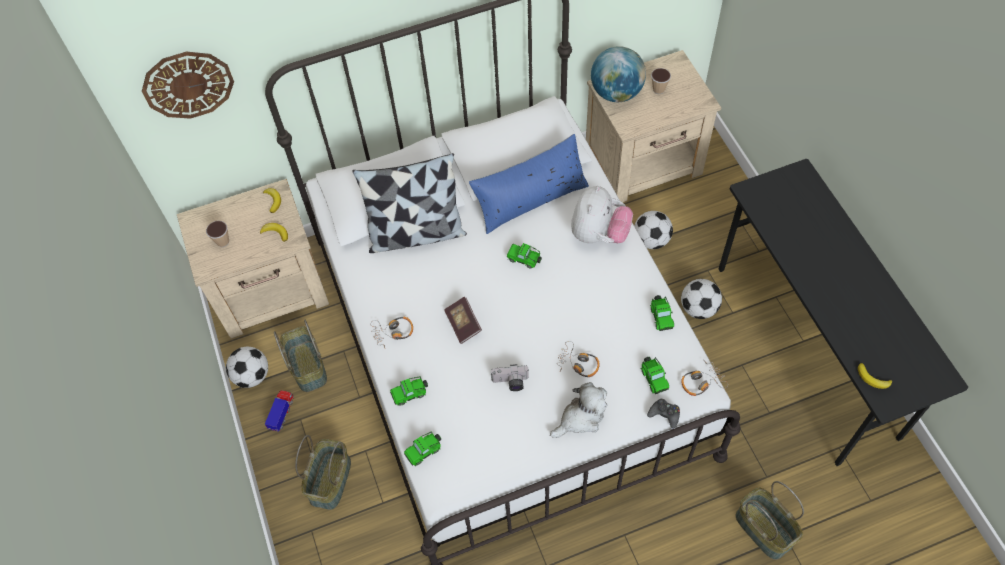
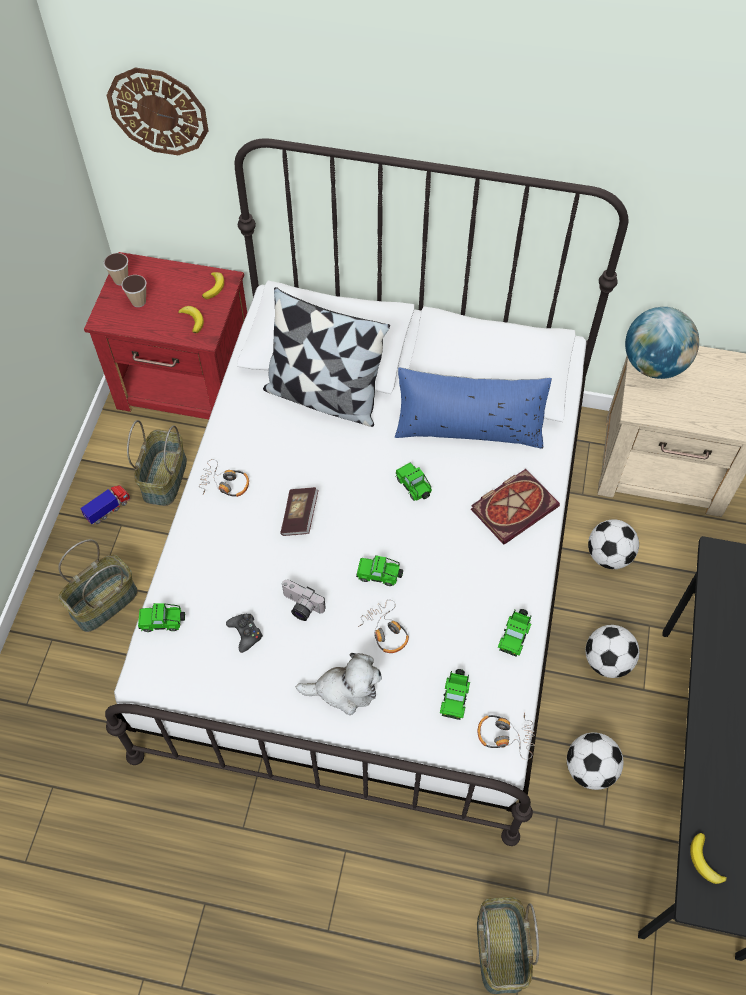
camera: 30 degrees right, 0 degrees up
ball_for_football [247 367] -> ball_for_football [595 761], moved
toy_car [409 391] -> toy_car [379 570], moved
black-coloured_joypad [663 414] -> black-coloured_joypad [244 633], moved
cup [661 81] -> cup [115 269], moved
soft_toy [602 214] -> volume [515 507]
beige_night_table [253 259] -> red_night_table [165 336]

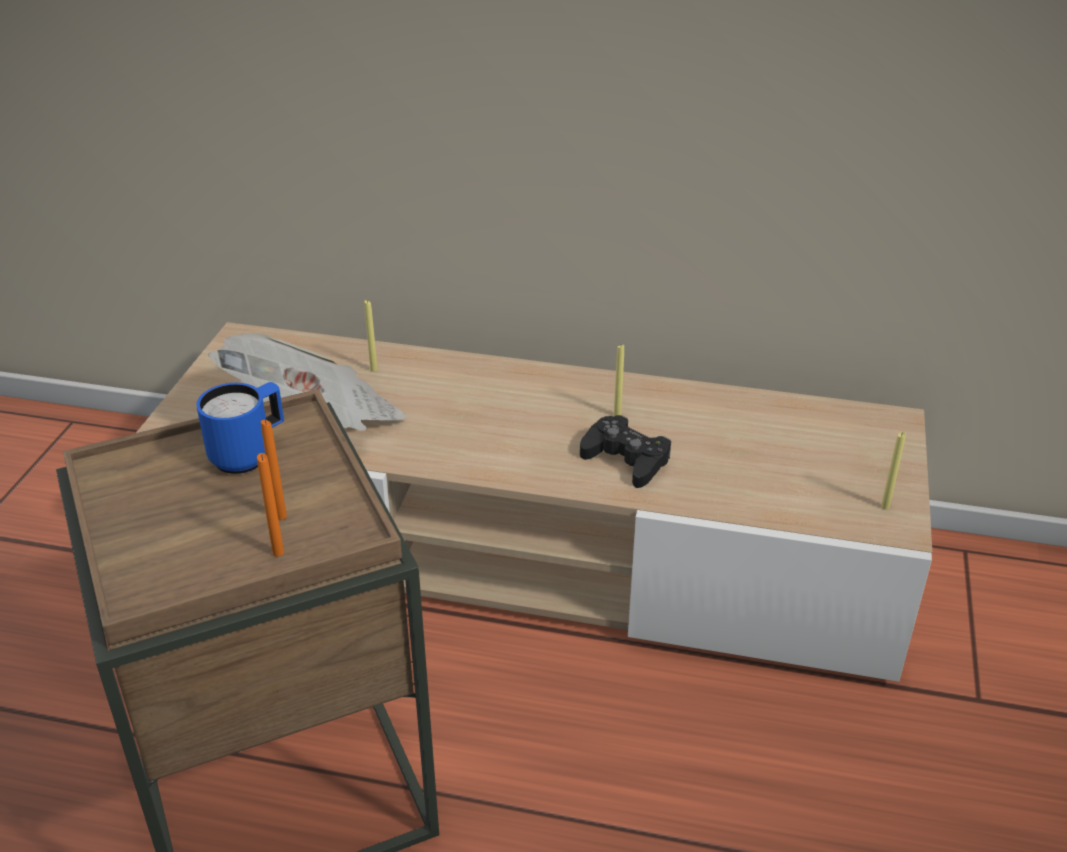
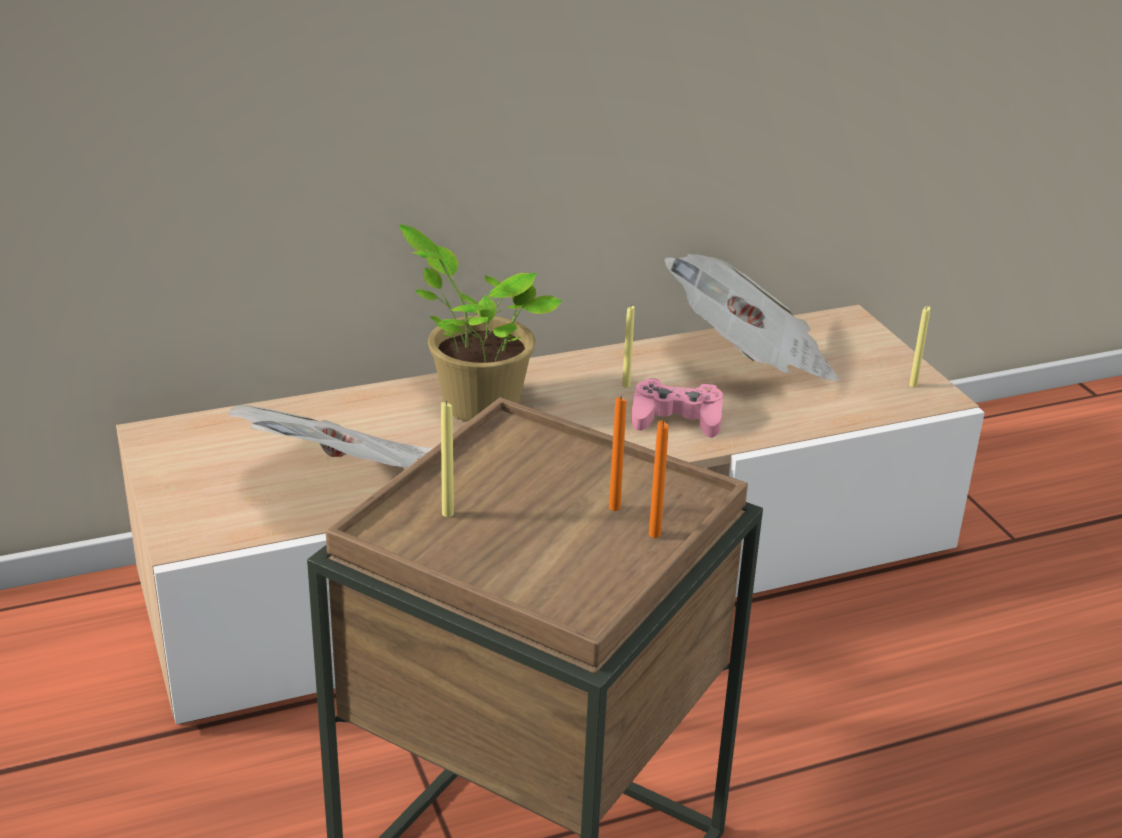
camera: 35 degrees left, 5 degrees down
bluish_tea_mug [240 428] -> none
none -> plant_in_a_pot [481 323]
none -> printed_paper [752 317]
yellow-coloured_candle [371 335] -> yellow-coloured_candle [447 458], moved
black-coloured_joypad [625 451] -> pinkish_joypad [677 408]

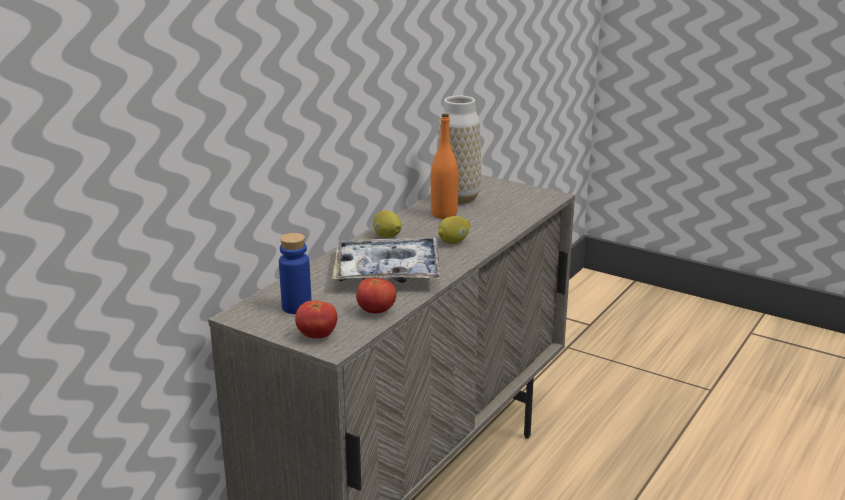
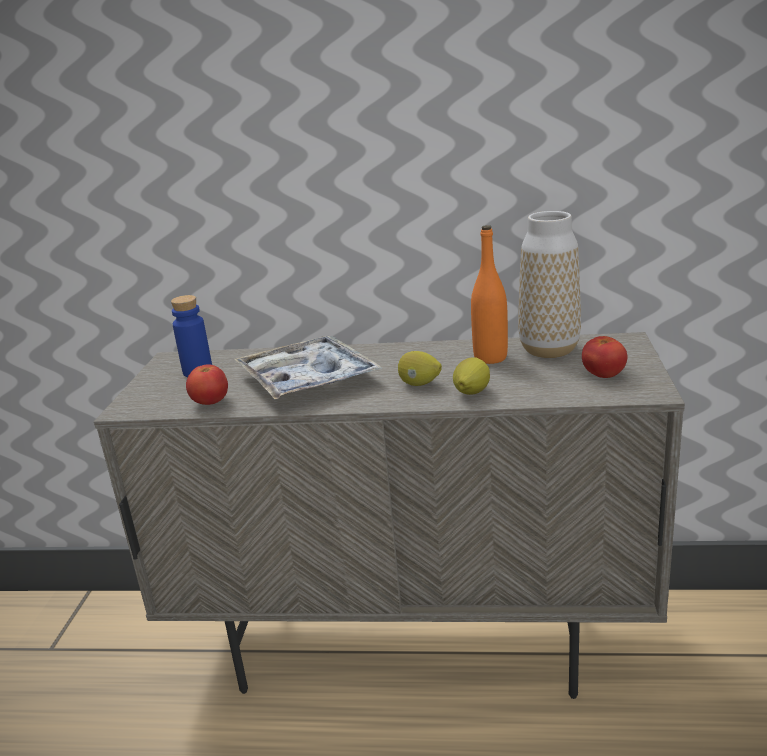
camera: 65 degrees right, 0 degrees up
tomato [316 319] -> tomato [604 357], moved
whole_lemon [387 224] -> whole_lemon [471 376], moved

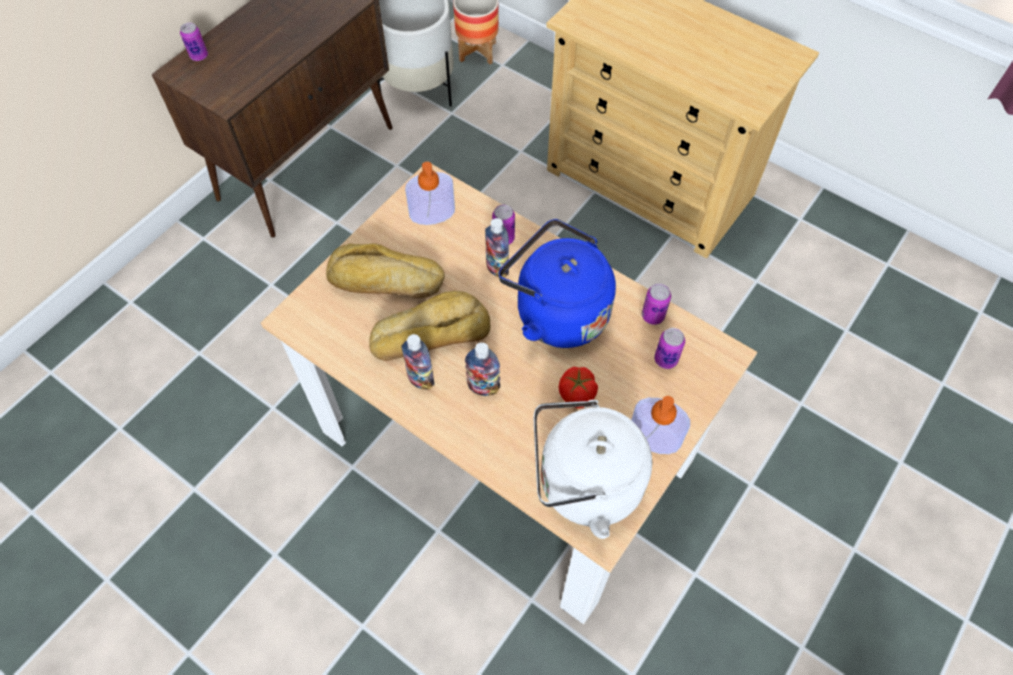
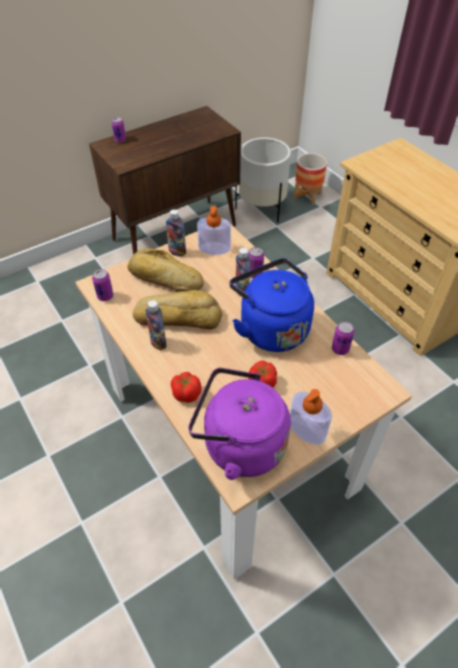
camera: 20 degrees right, 10 degrees down
none -> tomato [186 387]
drink_bottle [482 369] -> drink_bottle [176 233], moved
can [669 348] -> can [103 285], moved
white_kettle [593 469] -> purple-coloured_kettle [239 423]

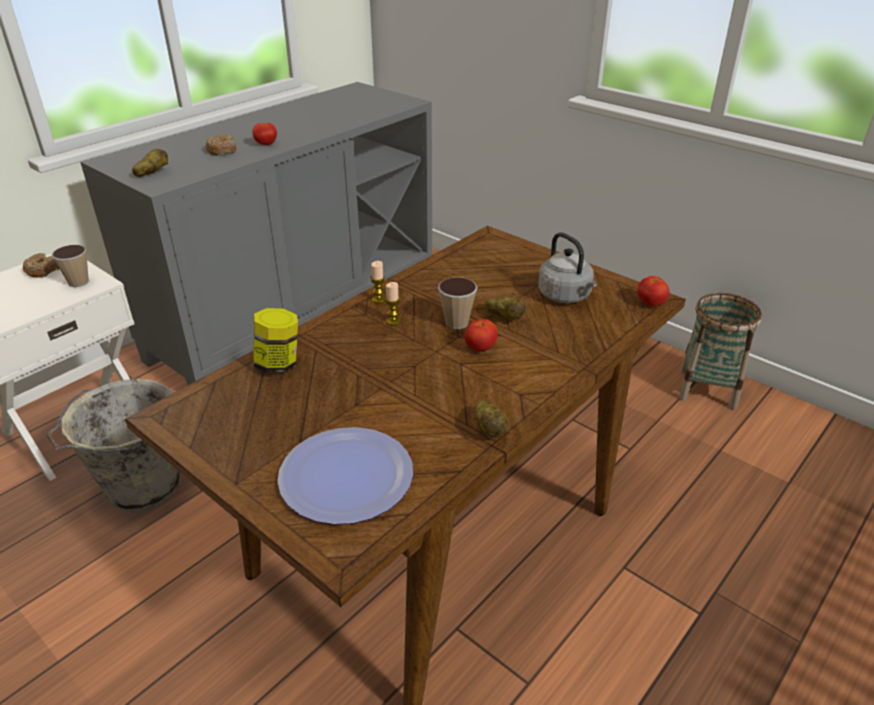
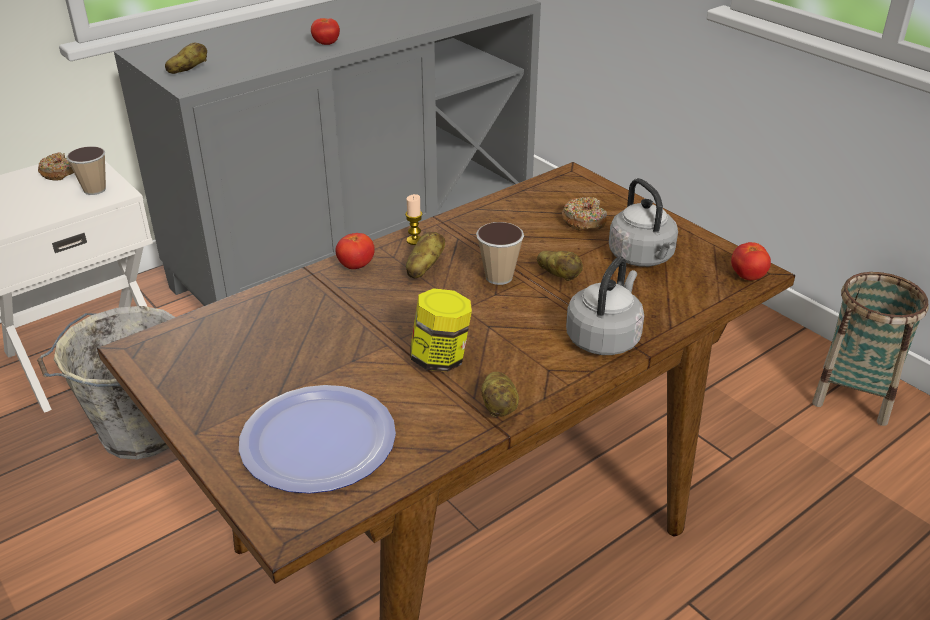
camera: 10 degrees right, 0 degrees up
none -> grey_kettle [605 305]
doughnut [221 145] -> doughnut [584 214], moved
jar [275 340] -> jar [441 330], moved
tomato [481 335] -> tomato [355 251], moved
candle [393 303] -> whole_potato [425 255]

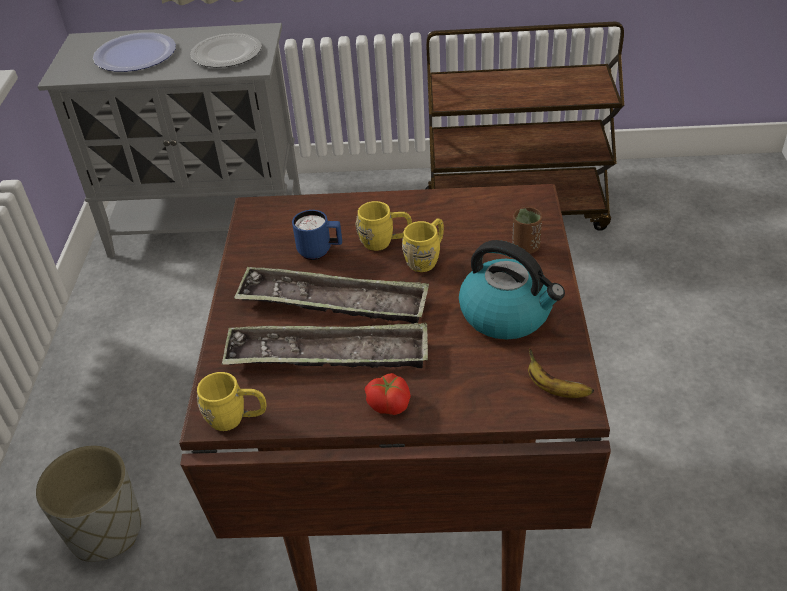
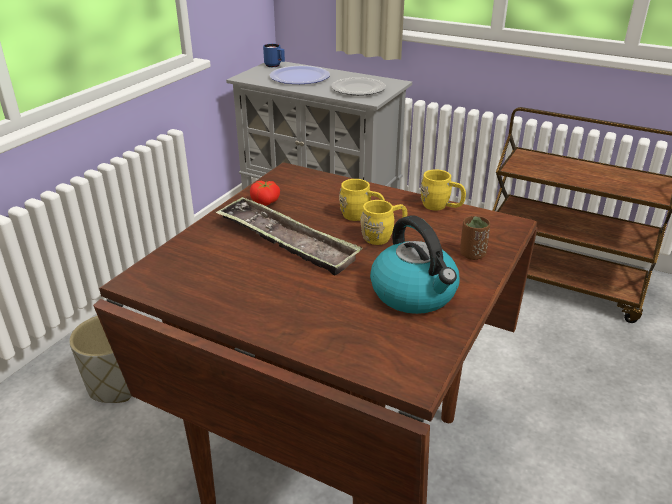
camera: 25 degrees right, 10 degrees down
carrying_tray [325 345] -> none
whole_banana [561 373] -> none
yellow-coloured_tea_mug [232 401] -> yellow-coloured_tea_mug [443 190], moved
bluish_tea_mug [317 235] -> bluish_tea_mug [274 55], moved
tomato [388 394] -> tomato [265 193], moved

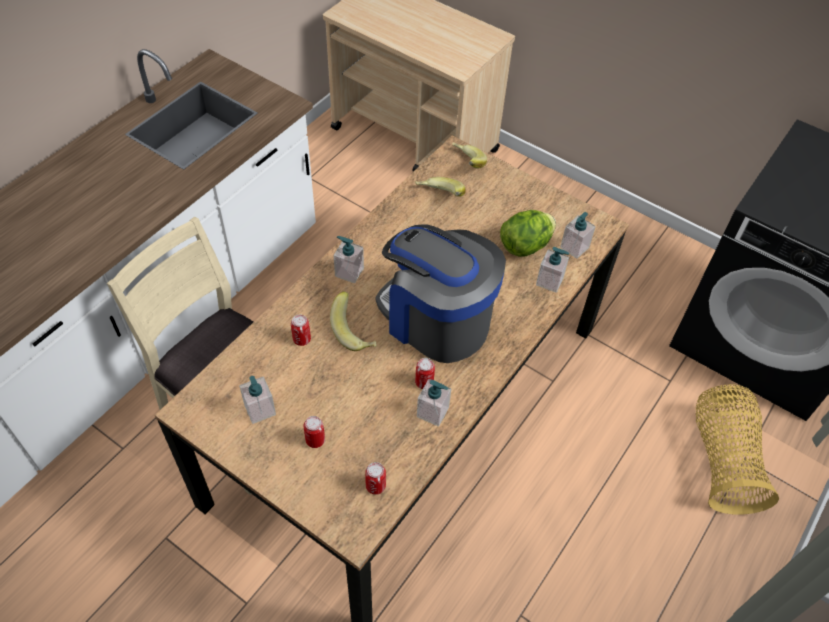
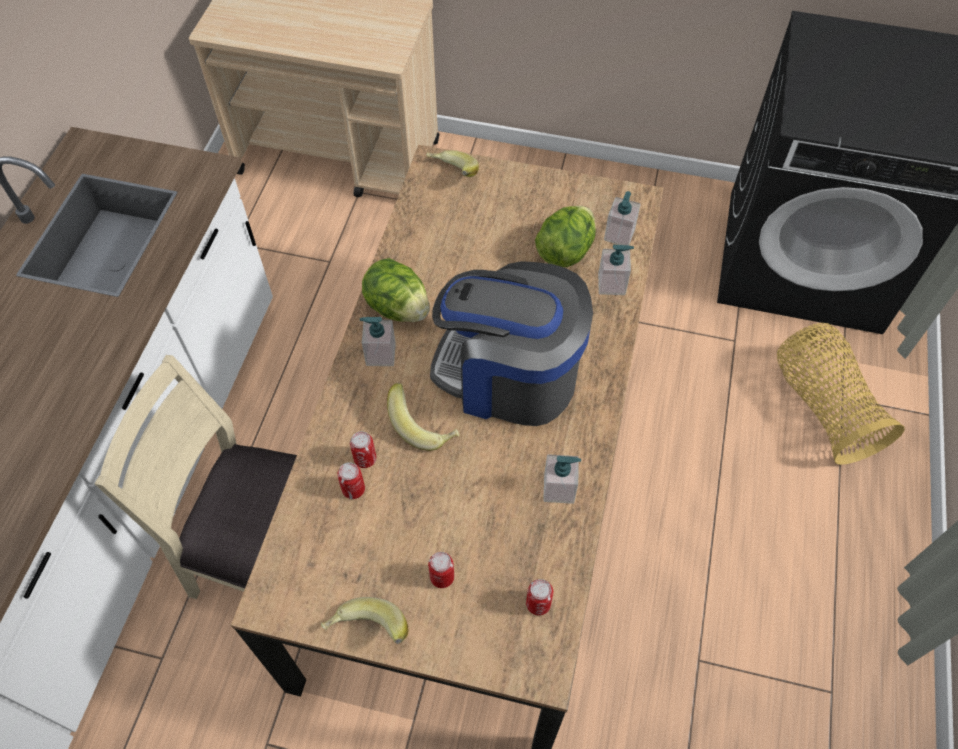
camera: 20 degrees left, 5 degrees up
soap_bottle [257 400] -> none
none -> lettuce_head [396 290]
whole_banana [440 187] -> whole_banana [365 620], moved
can [425 373] -> can [351 480], moved

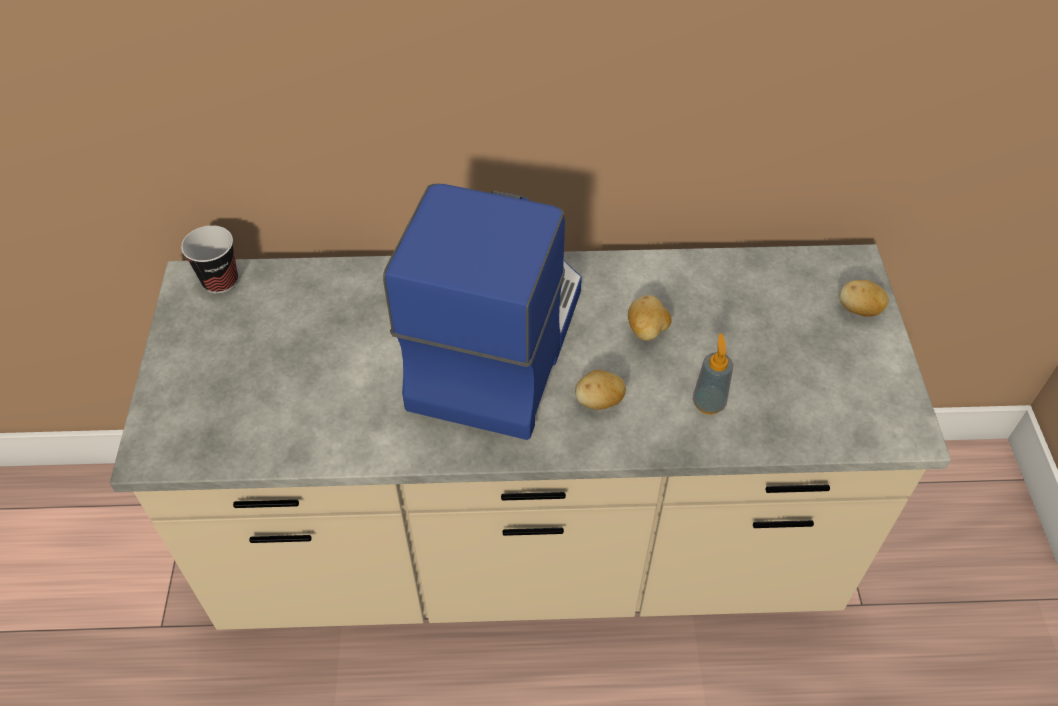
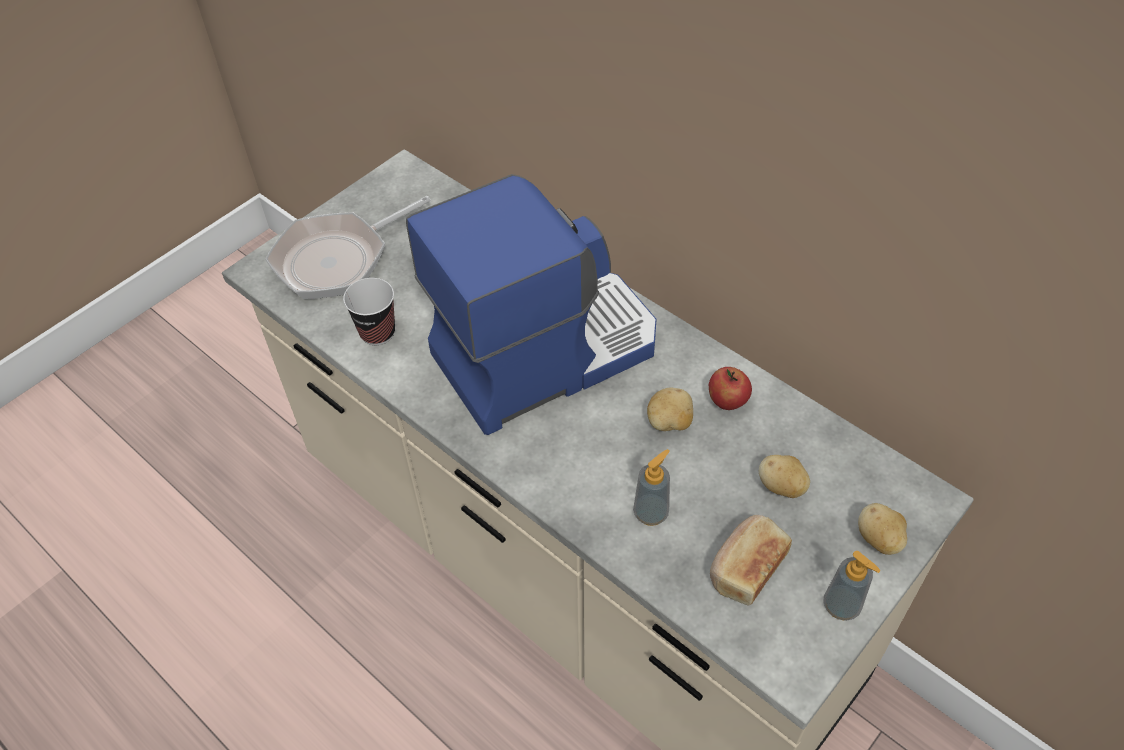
camera: 45 degrees right, 0 degrees up
none -> frying_pan [348 247]
none -> apple [730 388]
none -> baked_bread [751 560]
none -> soap_bottle [852 586]
cup [209 259] -> cup [369 311], moved
whole_potato [600 390] -> whole_potato [784 476], moved

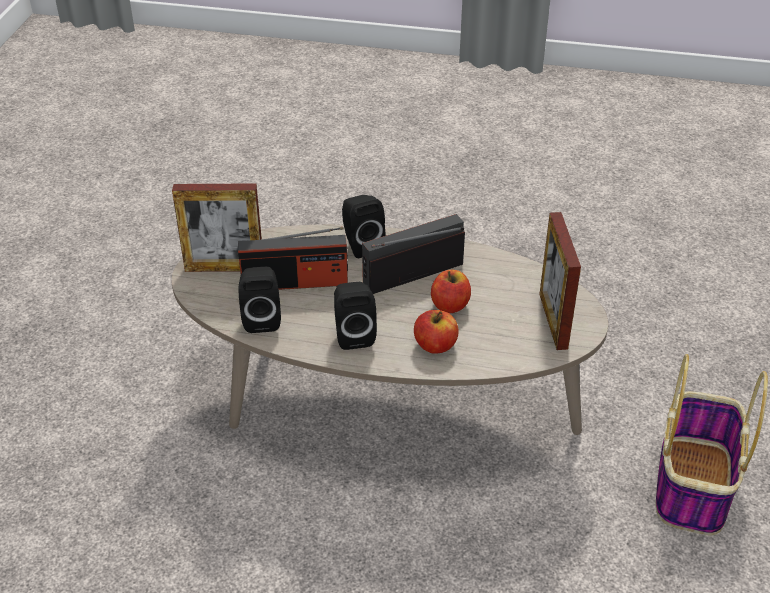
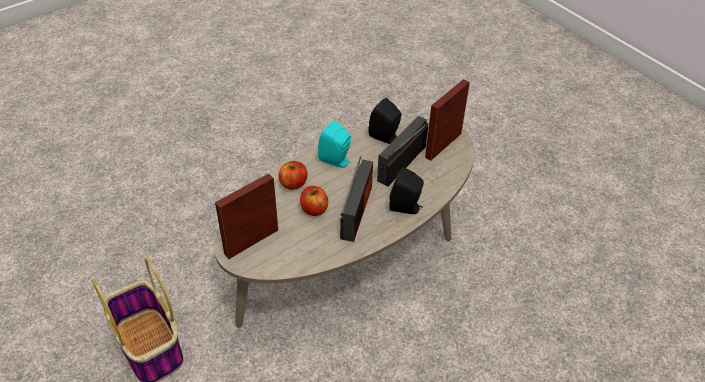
camera: 130 degrees right, 5 degrees up
black-coloured_speaker [355 316] -> blue-green_speaker [334 144]
picture_frame [560 281] -> picture_frame [246 216], 75 degrees counterclockwise

